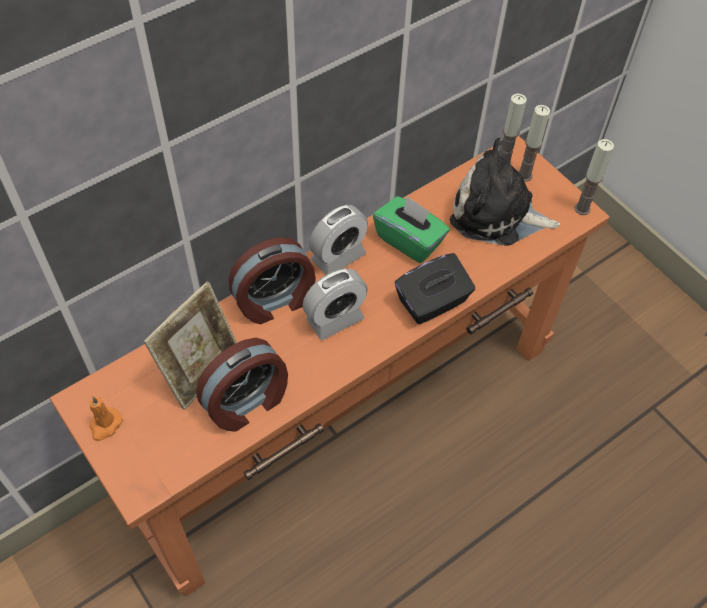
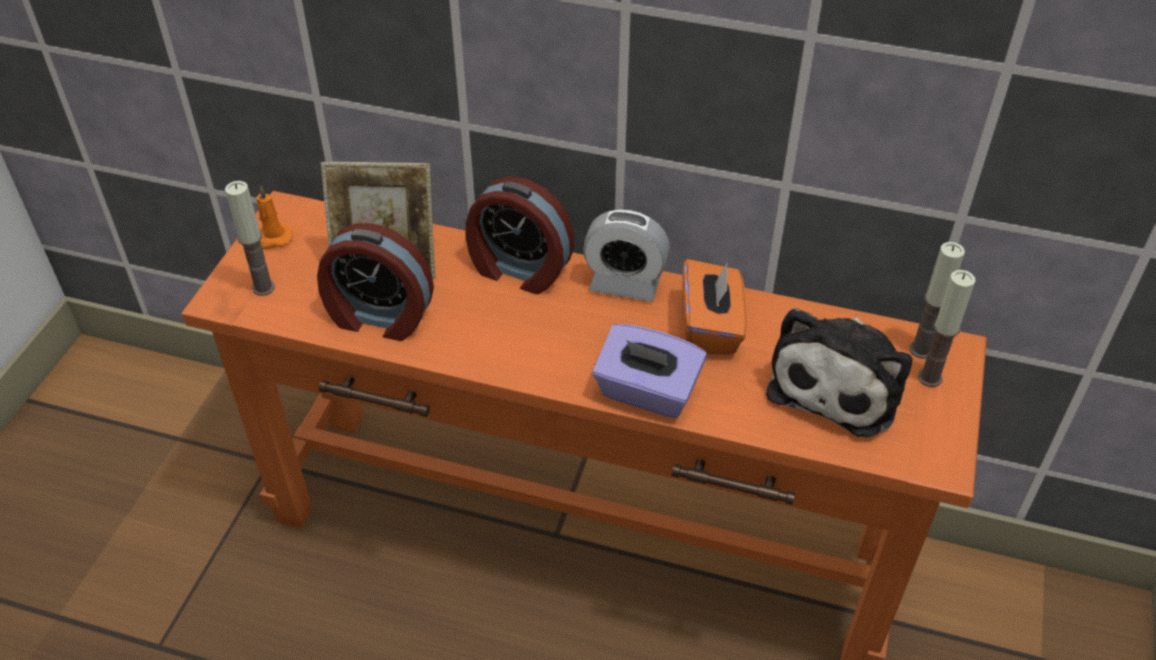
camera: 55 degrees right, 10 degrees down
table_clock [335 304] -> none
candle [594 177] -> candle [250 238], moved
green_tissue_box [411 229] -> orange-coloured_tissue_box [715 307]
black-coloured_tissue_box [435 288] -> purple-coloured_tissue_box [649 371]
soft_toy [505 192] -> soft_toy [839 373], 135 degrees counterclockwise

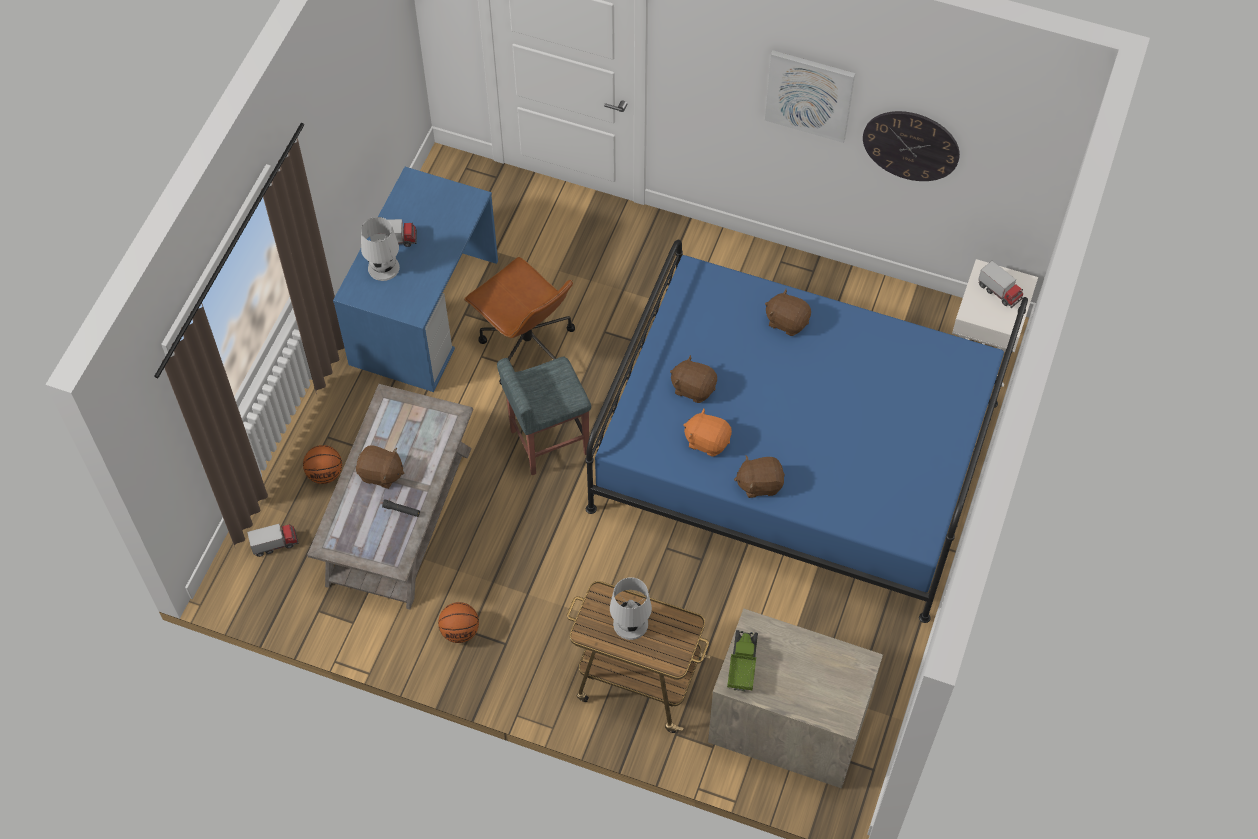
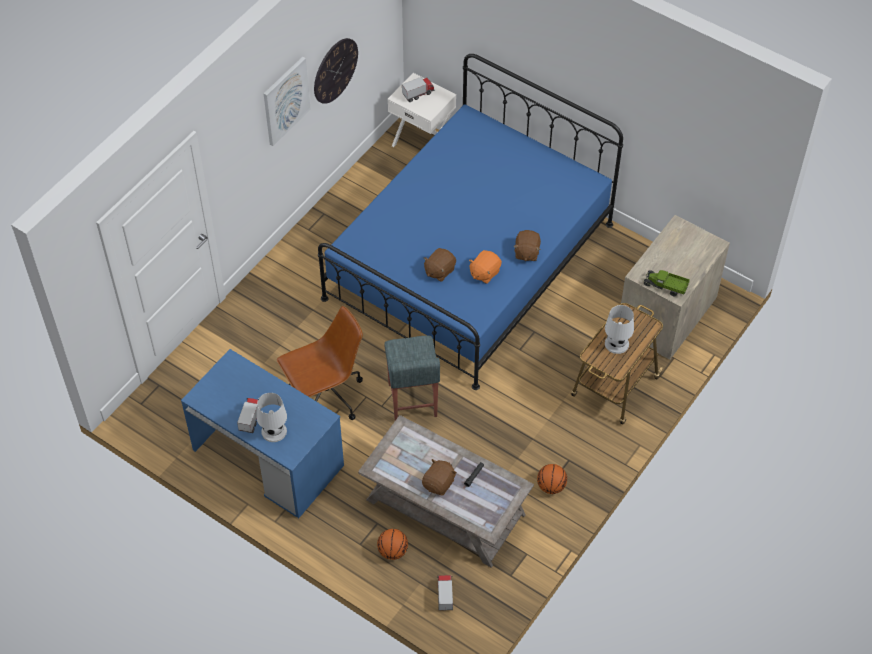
camera: 75 degrees left, 5 degrees down
brownish_soft_toy [788 312] -> none

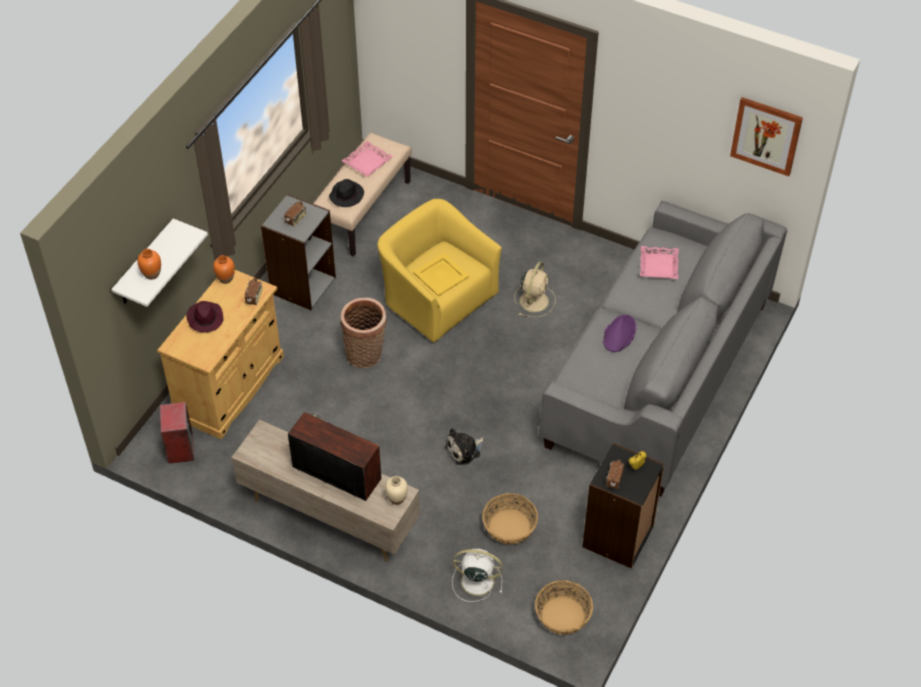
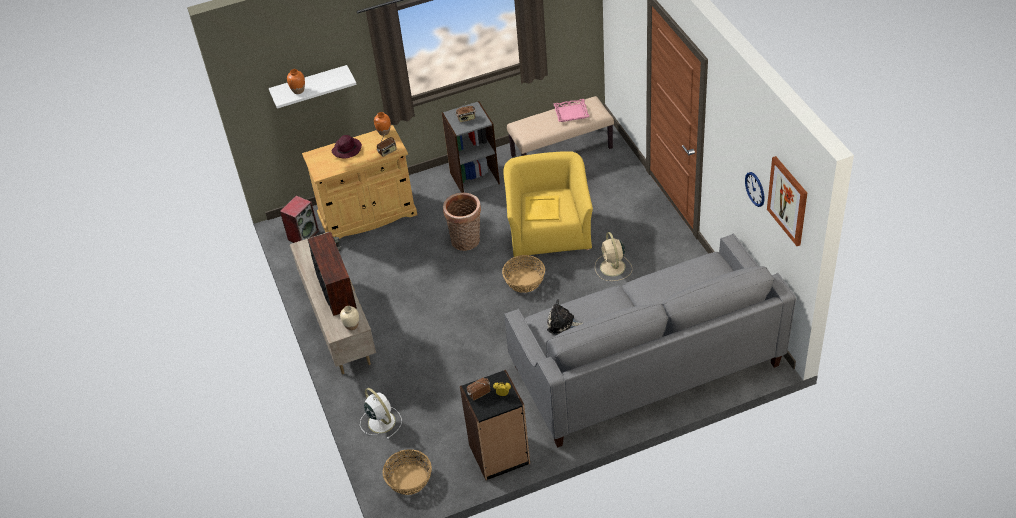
camera: 45 degrees right, 5 degrees down
black-coloured_clothing_hat [346 193] -> none
purple-coloured_clothing_hat [619 333] -> none
pinkish_carrying_tray [659 262] -> none
none -> clock_on_the_wall [754 189]
soft_toy [464 446] -> soft_toy [565 317], moved
storage_basket [510 519] -> storage_basket [523 274], moved
beige_electric_fan [535 289] -> beige_electric_fan [613 256], 105 degrees clockwise

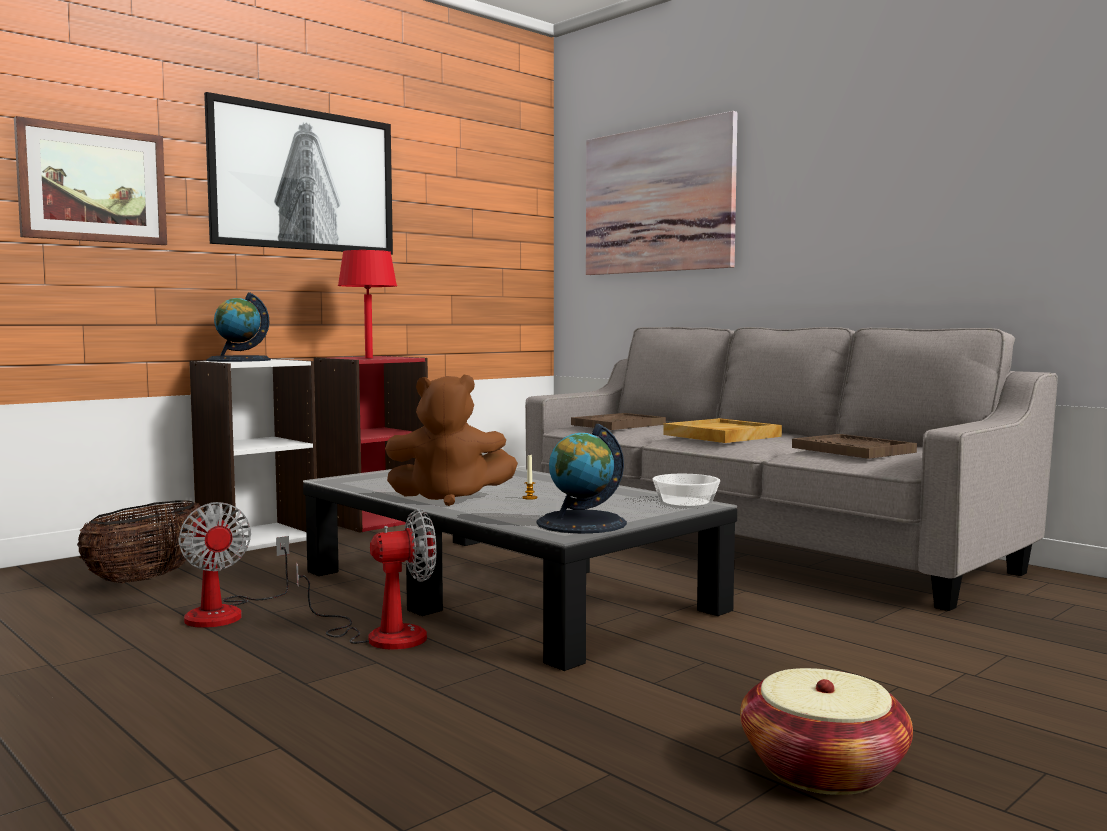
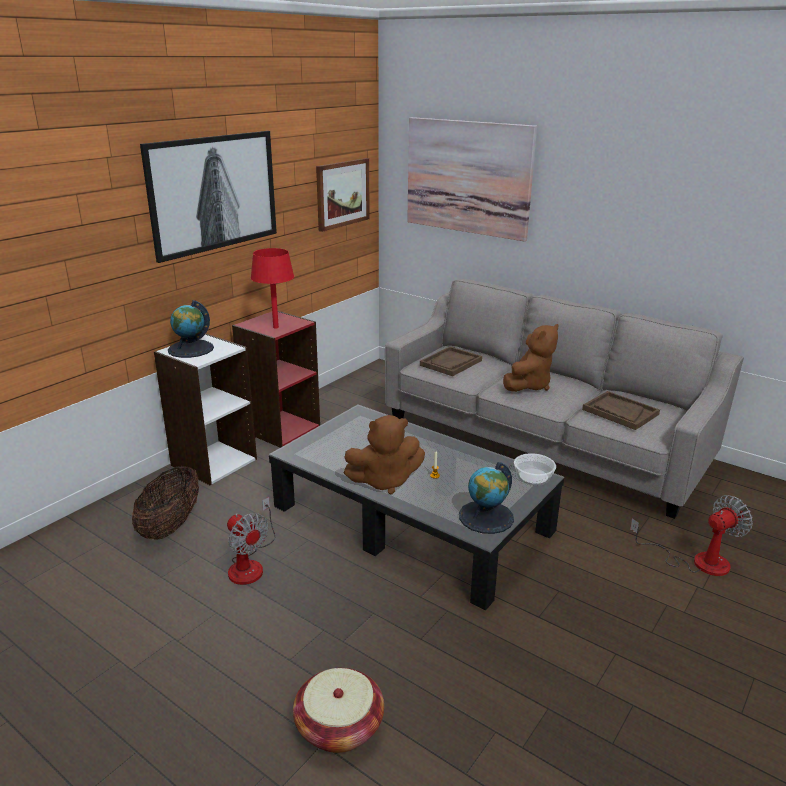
camera: 10 degrees left, 20 degrees up
wall_picture [90 180] -> wall_picture [343 195], moved
electric_fan [366 579] -> electric_fan [691 535], moved
storage_basket [826 731] -> storage_basket [338 710], moved
beige_carrying_tray [722 430] -> brownish_soft_toy [530 358]

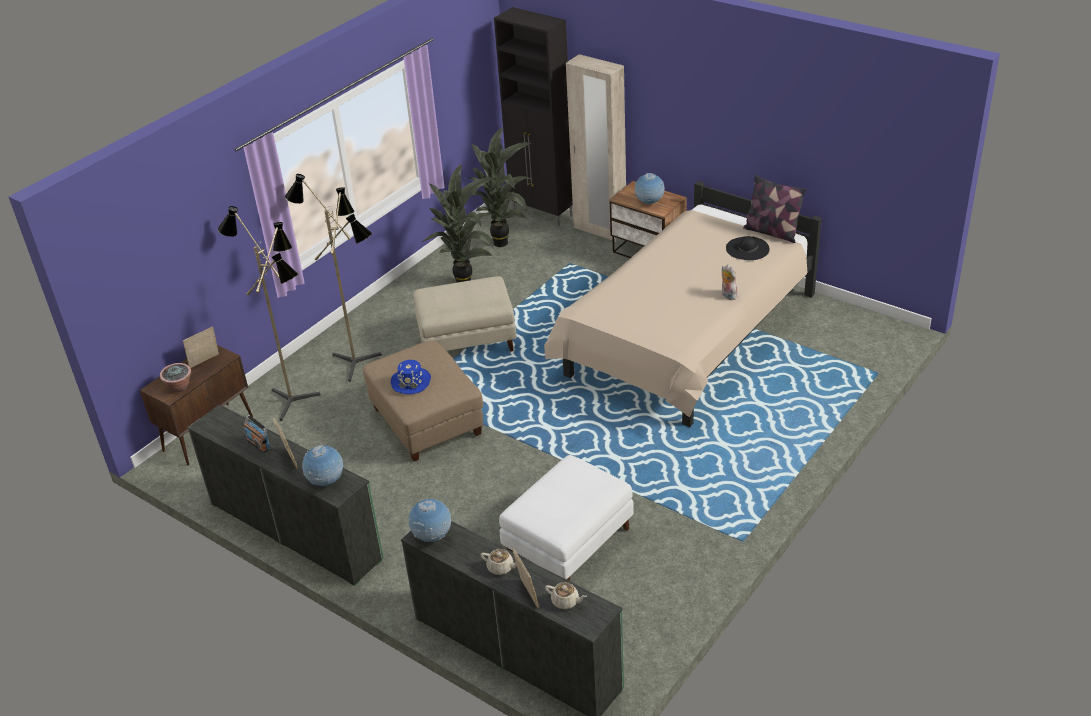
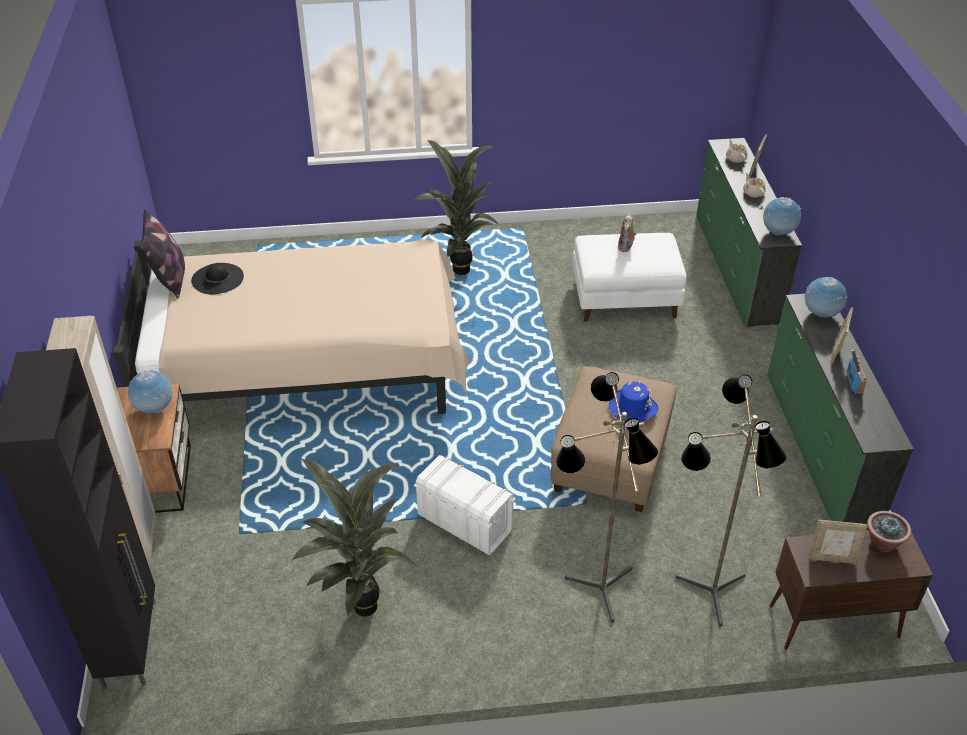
camera: 135 degrees left, 5 degrees up
plant_in_a_pot [500 187] -> plant_in_a_pot [456 207], moved
soft_toy [729 282] -> soft_toy [627 233], moved
beige_footrest [464 313] -> white_storage_container [465 505]

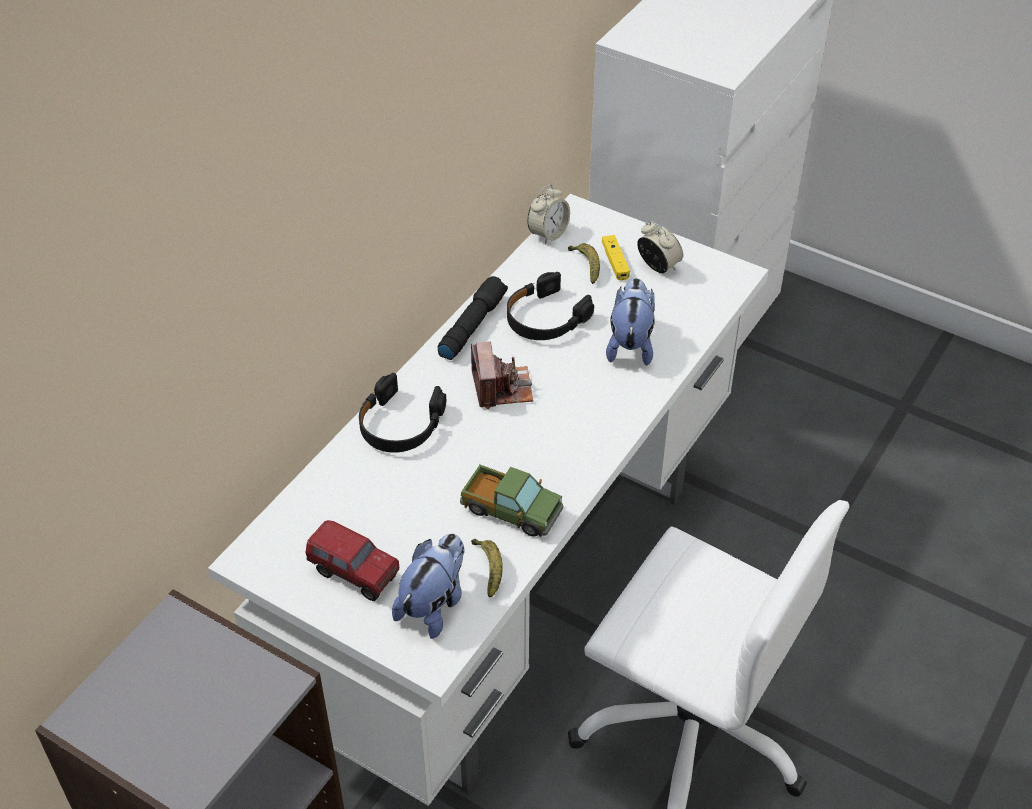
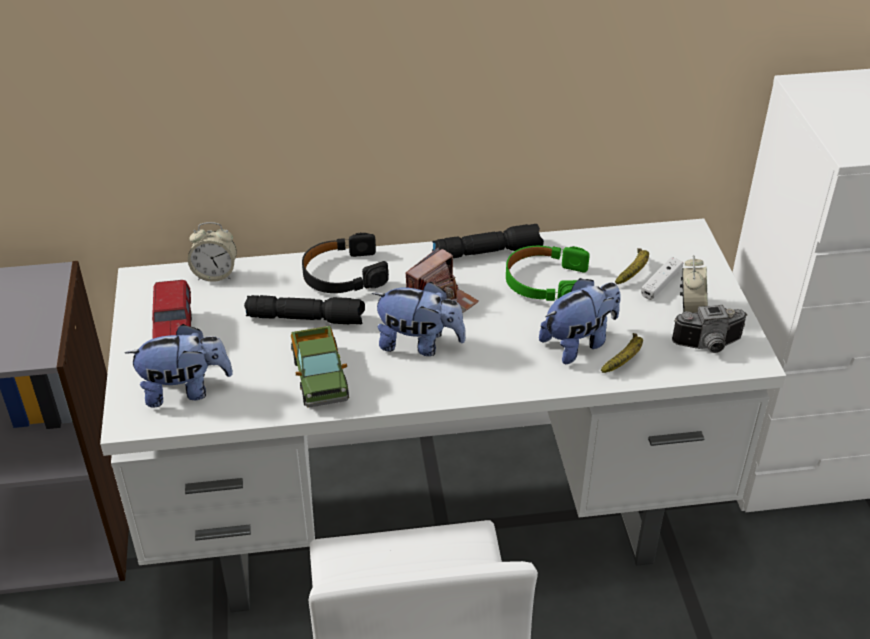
camera: 50 degrees right, 5 degrees down
none -> black-coloured_flashlight [304 309]
none -> soft_toy [419 319]
none -> still_camera [709 329]
whole_banana [487 568] -> whole_banana [622 353], moved
table_clock [548 214] -> table_clock [212 252], moved
black-coloured_pair_of_headphones [550 306] -> green_pair_of_headphones [548 273]
yellow-coloured_joypad [616 257] -> white_joypad [662 278]

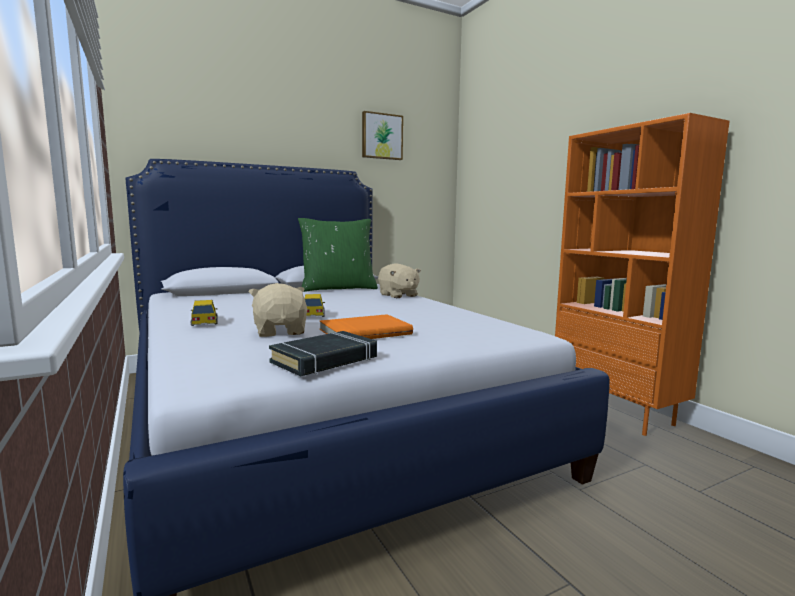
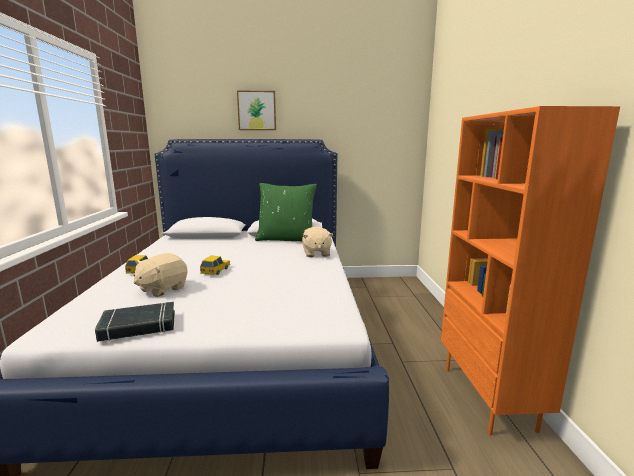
camera: 25 degrees right, 5 degrees up
orange-coloured_volume [366 326] -> none
wall_picture [382 135] -> wall_picture [256 110], moved
beige_soft_toy [277 310] -> beige_soft_toy [160 275], 150 degrees counterclockwise

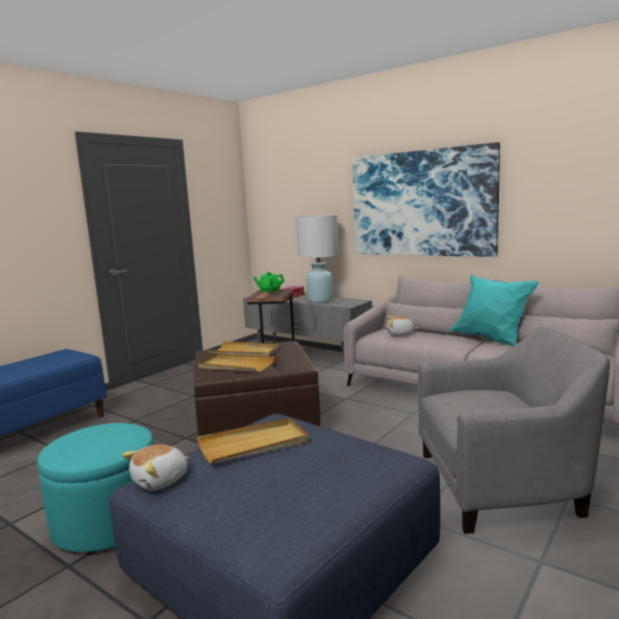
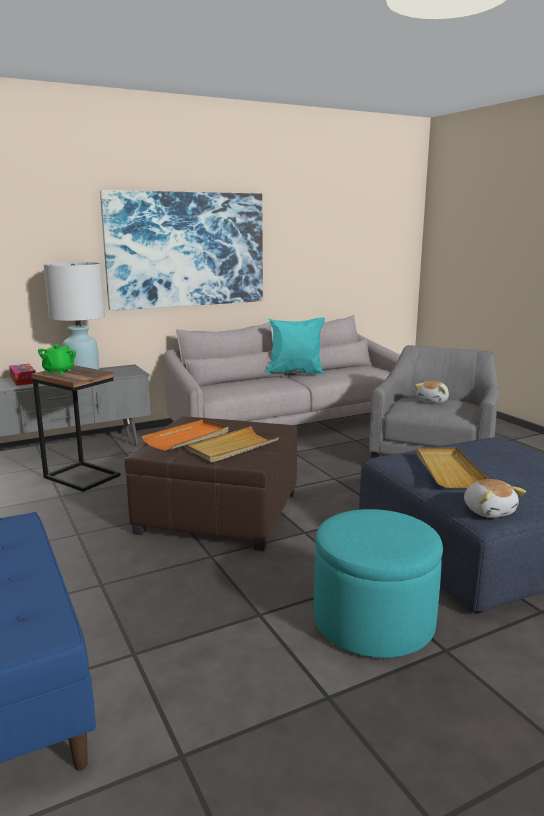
camera: 65 degrees left, 5 degrees up
soft_toy [402 326] -> soft_toy [432 392], moved
beige_carrying_tray [243 348] -> orange-coloured_carrying_tray [185 435]

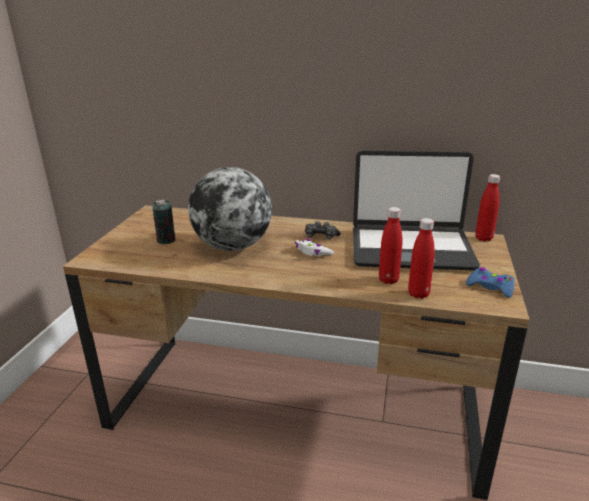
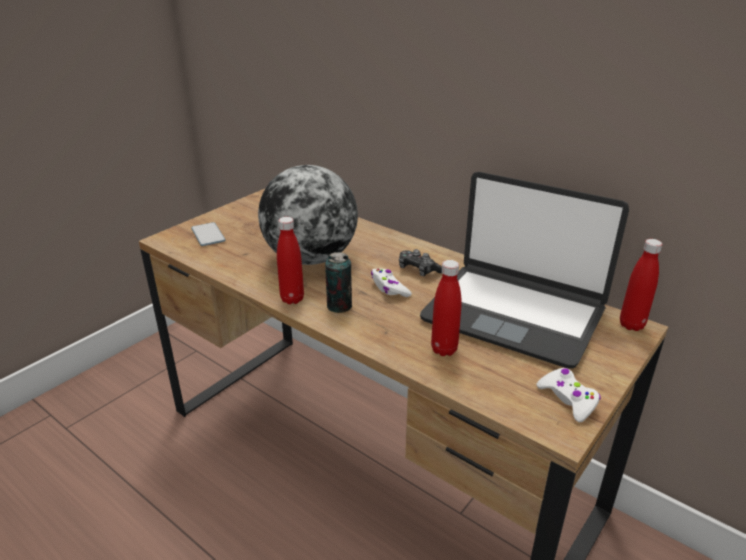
camera: 25 degrees right, 5 degrees up
none -> phone [208 234]
can [164 221] -> can [338 282], moved
red_drink_bottle [421 258] -> red_drink_bottle [290 260], moved
bluish_joypad [490 282] -> white_joypad [569 395]

